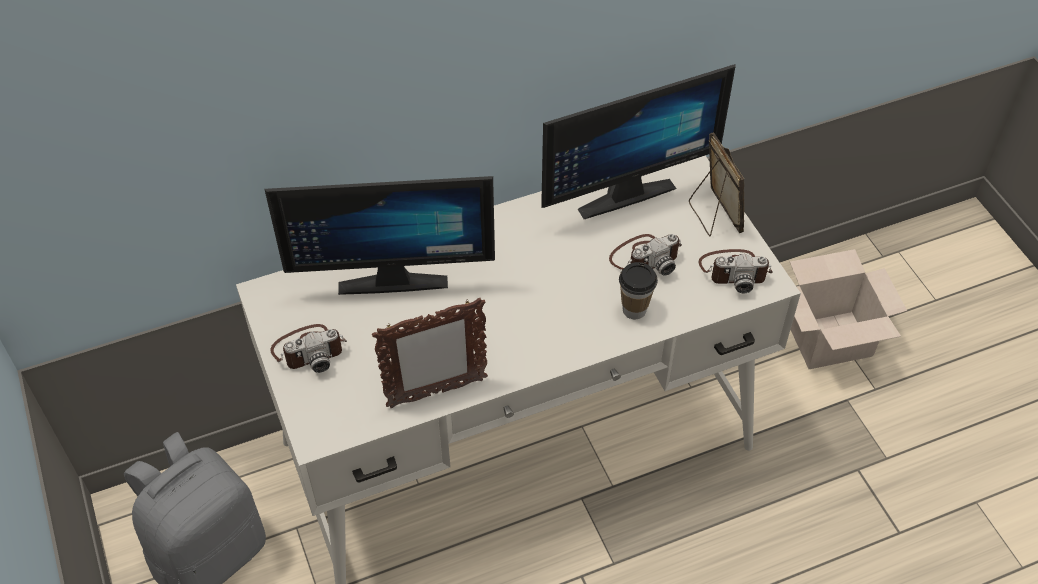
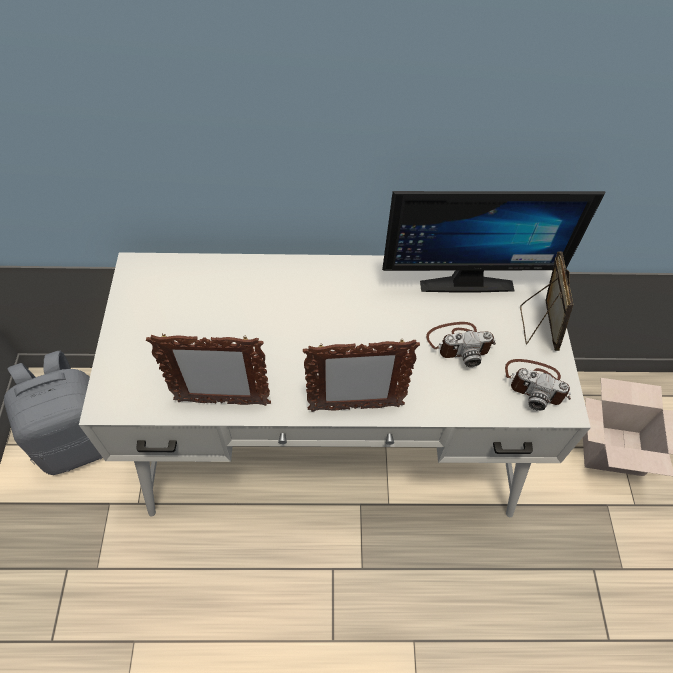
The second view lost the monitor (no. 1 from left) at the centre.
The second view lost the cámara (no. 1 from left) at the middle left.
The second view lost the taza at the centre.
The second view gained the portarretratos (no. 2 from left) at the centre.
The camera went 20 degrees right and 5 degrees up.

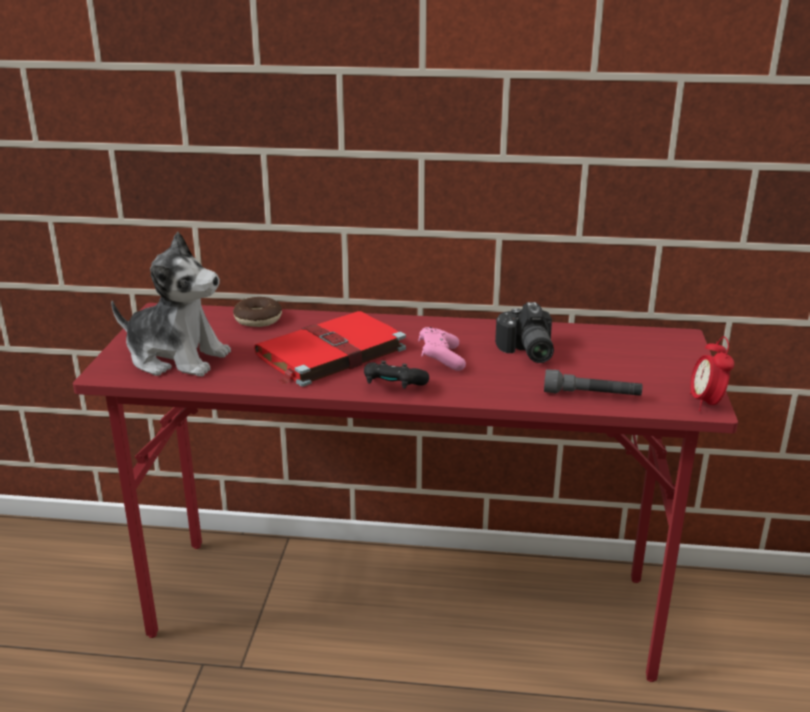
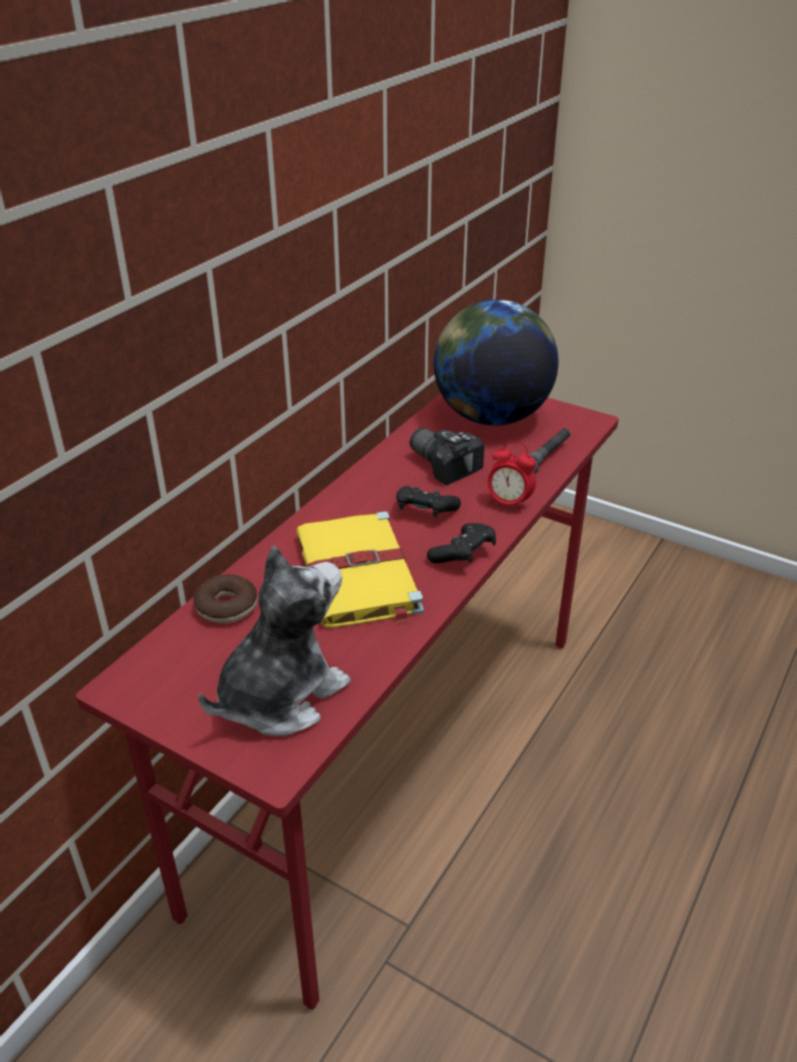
What was the libro [rojo] at the centre turned into the libro [amarillo] at the centre.
What was the mando de consola [rosa] at the centre turned into the mando de consola [negro] (no. 1 from left) at the centre.
The cámara at the centre ended up facing another way, 150 degrees counterclockwise from before.
The despertador ended up elsewhere, having gone from the middle right to the centre.
The second view gained the globo terráqueo at the centre.
The camera went 65 degrees left and 10 degrees up.

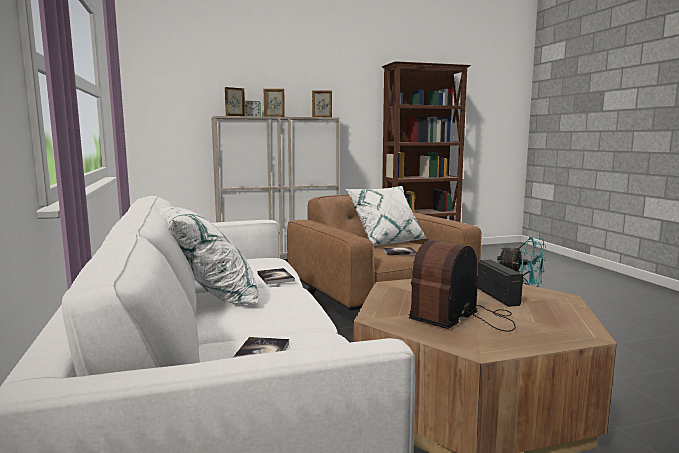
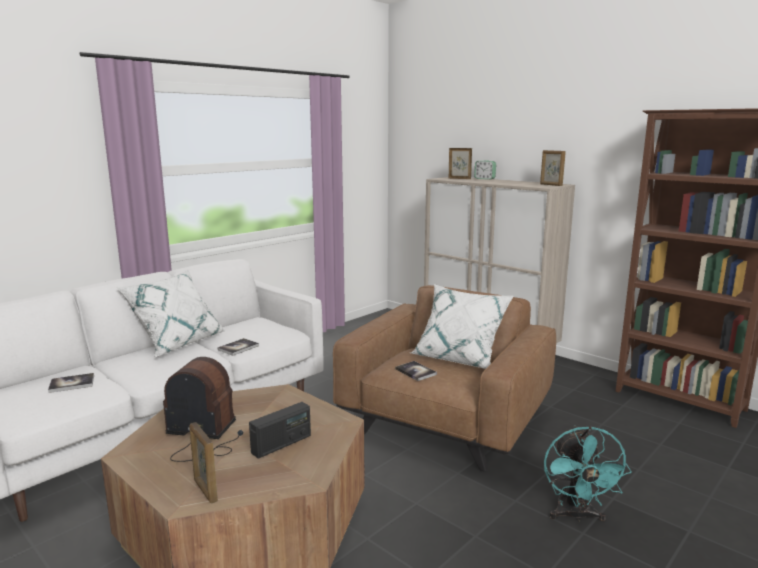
The portarretratos (no. 2 from left in the first image) ended up elsewhere, having gone from the top centre to the bottom left.
The camera went 60 degrees right and 5 degrees up.

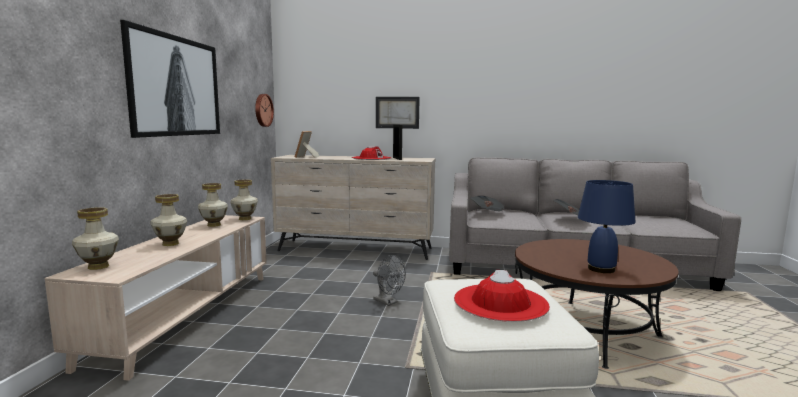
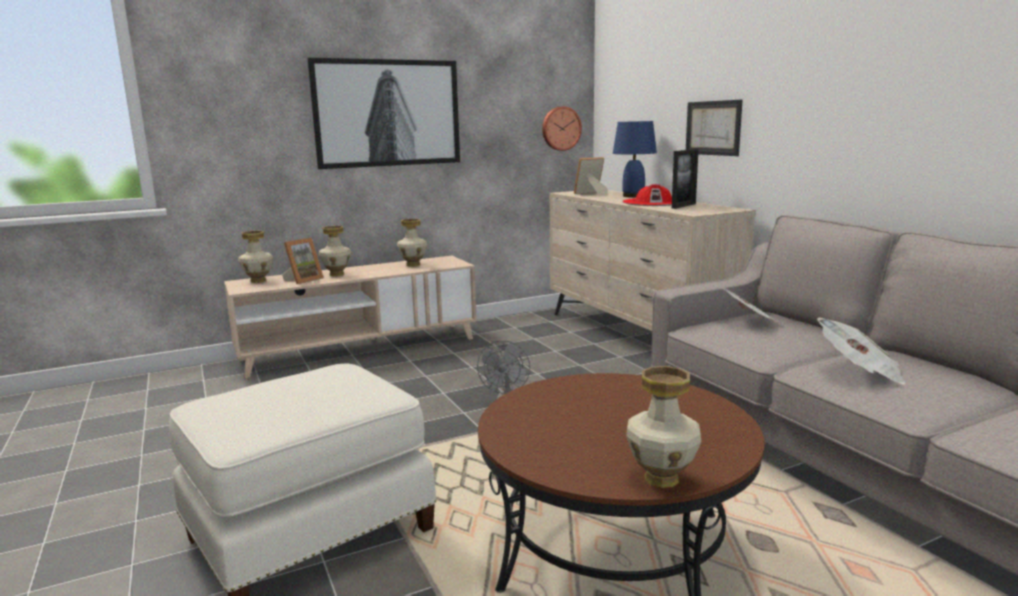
The florero (no. 4 from left) ended up elsewhere, having gone from the middle left to the bottom centre.
The second view lost the sombrero [rojo] (no. 2 from left) at the bottom centre.
The lámpara de mesa [azul] ended up elsewhere, having gone from the middle right to the top centre.
The second view gained the portarretratos (no. 1 from left) at the middle left.
The camera went 55 degrees right and 5 degrees up.

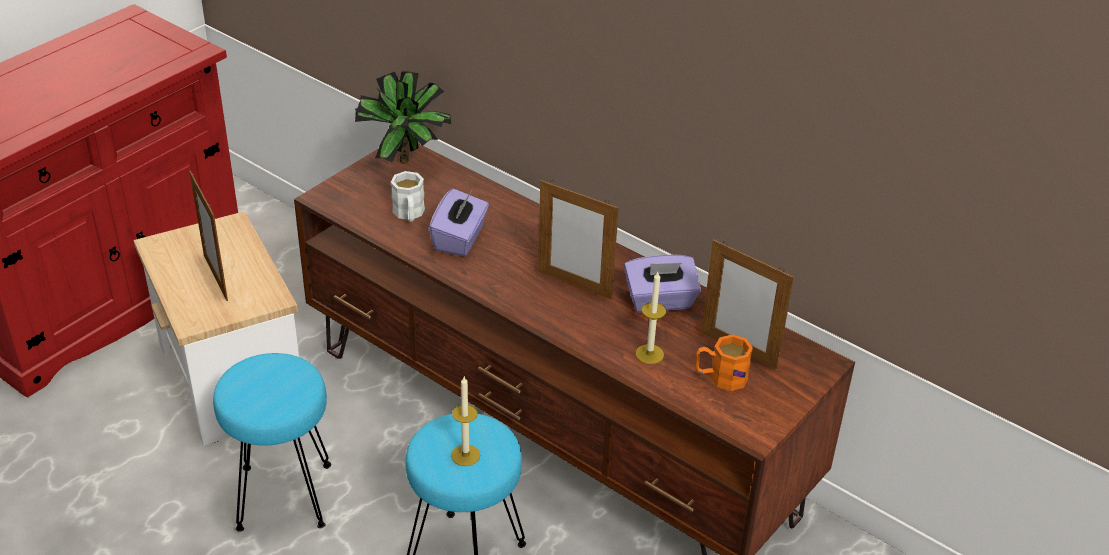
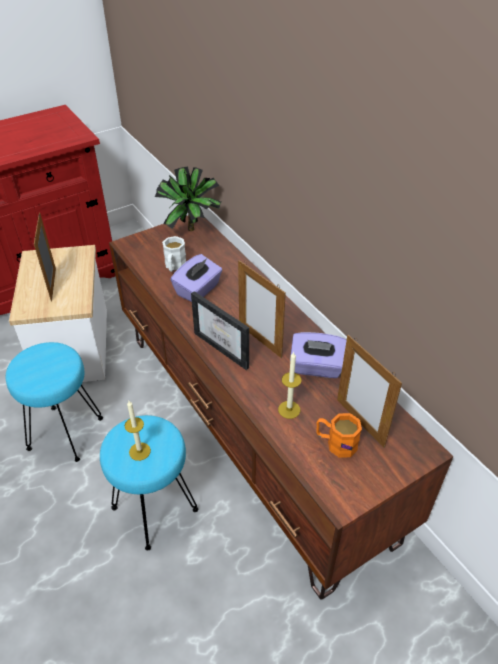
The second view gained the portarretratos (no. 2 from left) at the centre.
The camera went 20 degrees right and 5 degrees up.

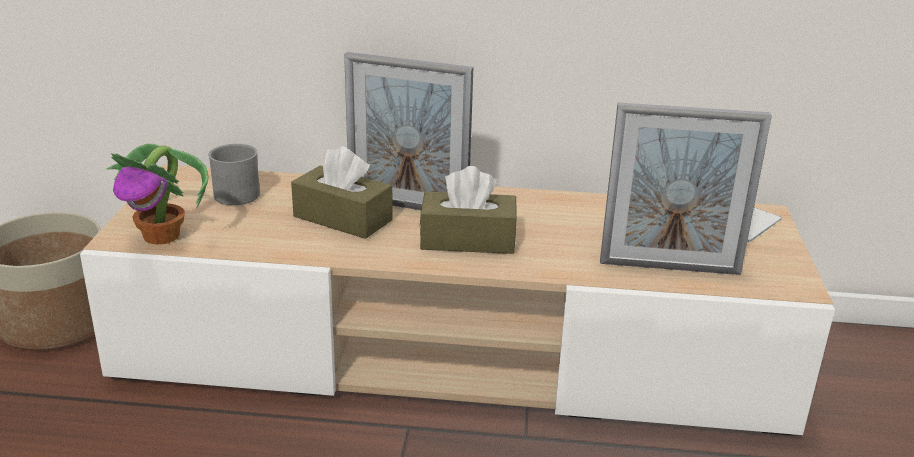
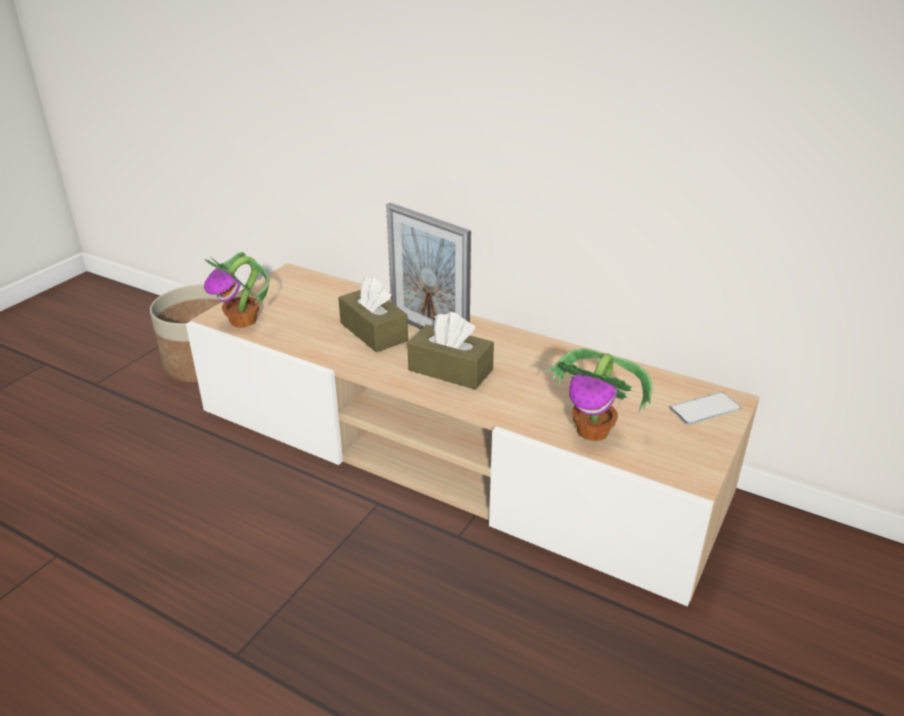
The second view lost the taza grande [gris] at the middle left.
Where the portarretratos (no. 2 from left) stood at the middle right, the planta en maceta (no. 2 from left) came to stand at the centre.
The camera went 25 degrees right and 5 degrees up.

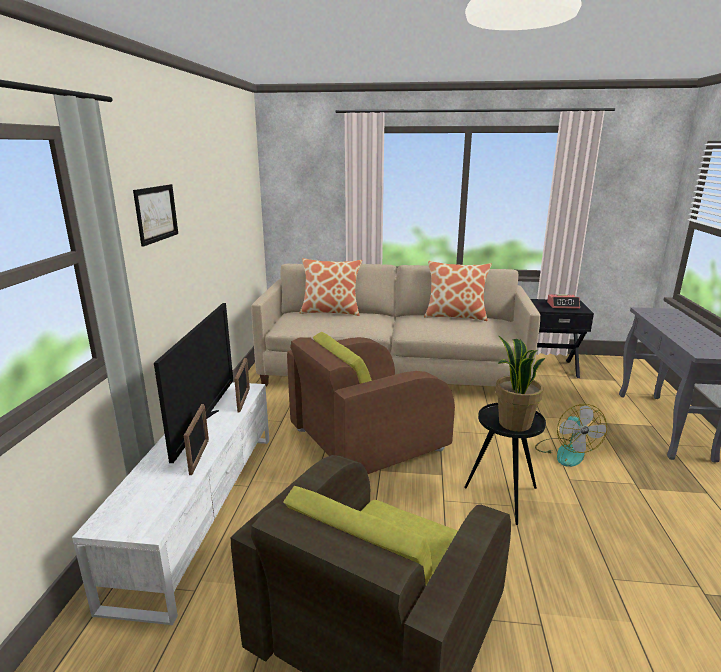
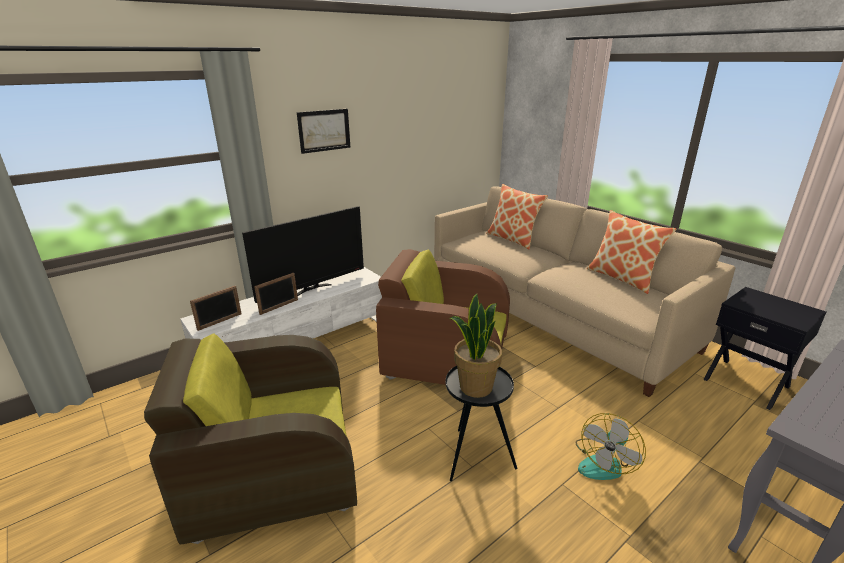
The portarretratos (no. 2 from left in the first image) ended up elsewhere, having gone from the centre to the middle left.
The second view lost the despertador at the middle right.
The camera went 45 degrees right and 5 degrees up.

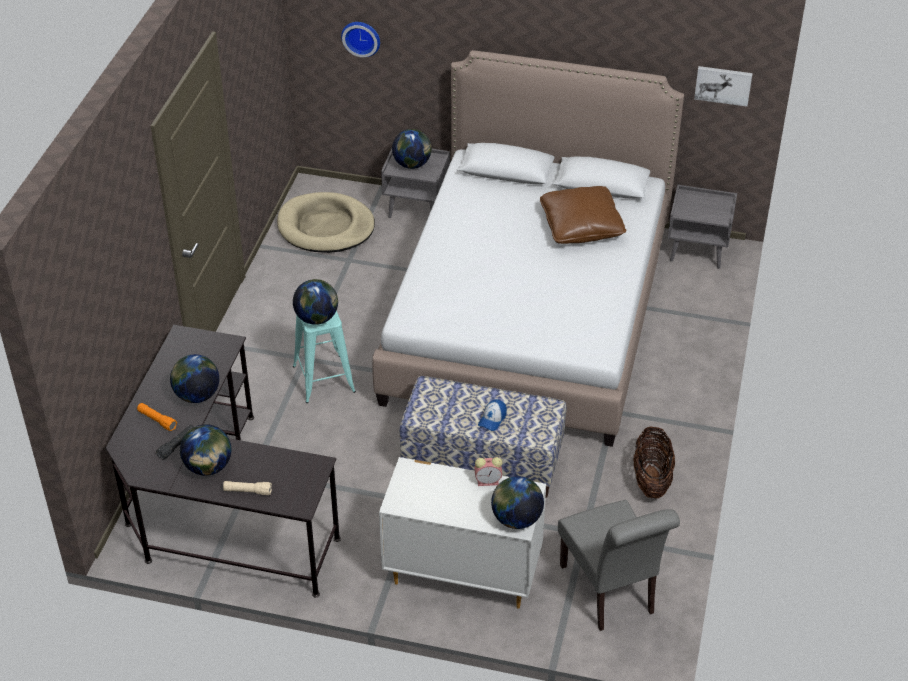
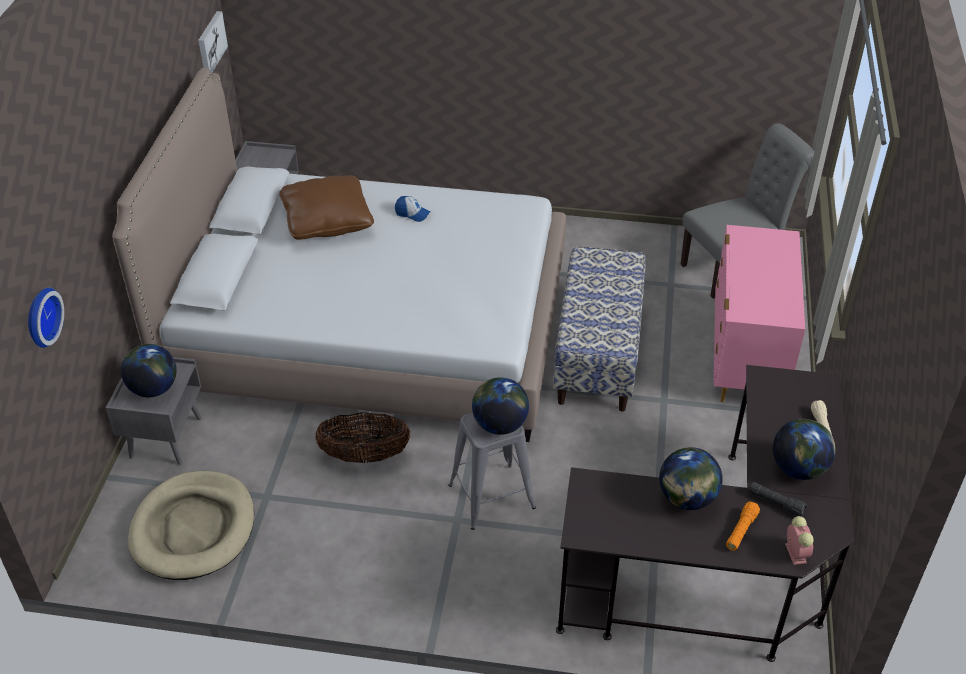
What was the taburete [turquesa] at the centre turned into the taburete [gris] at the bottom centre.
What was the cómoda [blanco] at the bottom centre turned into the cómoda [rosa] at the middle right.
The despertador ended up elsewhere, having gone from the bottom centre to the bottom right.
The gorra ended up elsewhere, having gone from the centre to the top centre.
The second view lost the globo terráqueo (no. 5 from left) at the bottom centre.
The cesta ended up elsewhere, having gone from the bottom right to the centre.
The camera went 95 degrees left and 0 degrees up.

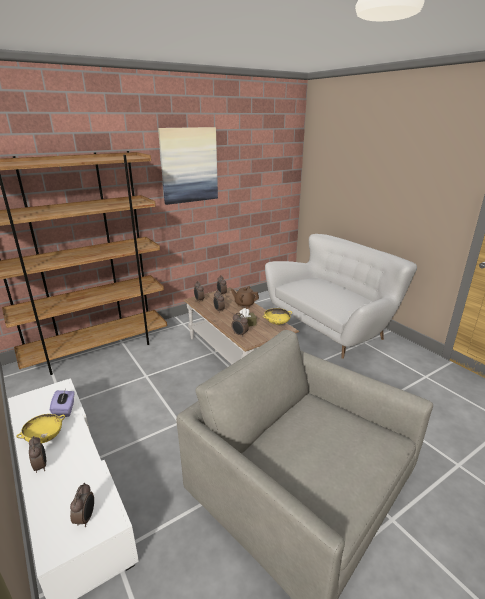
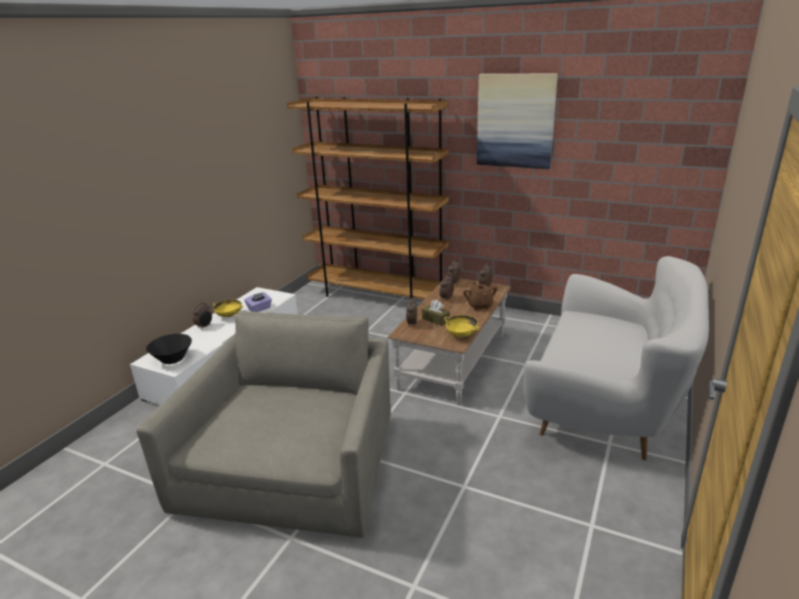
Where the despertador (no. 2 from left) stood at the bottom left, the cuenco [negro] came to stand at the middle left.
The camera went 60 degrees right and 0 degrees up.

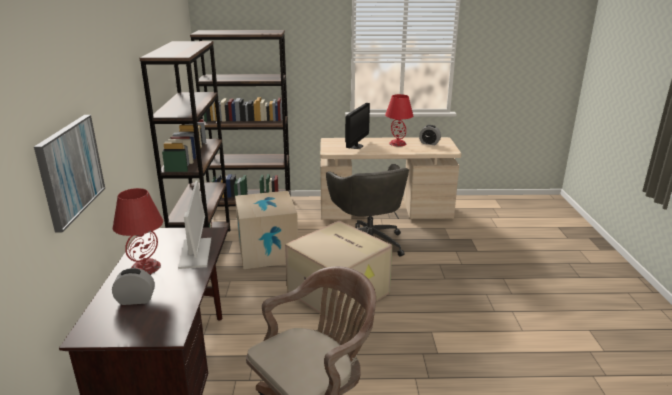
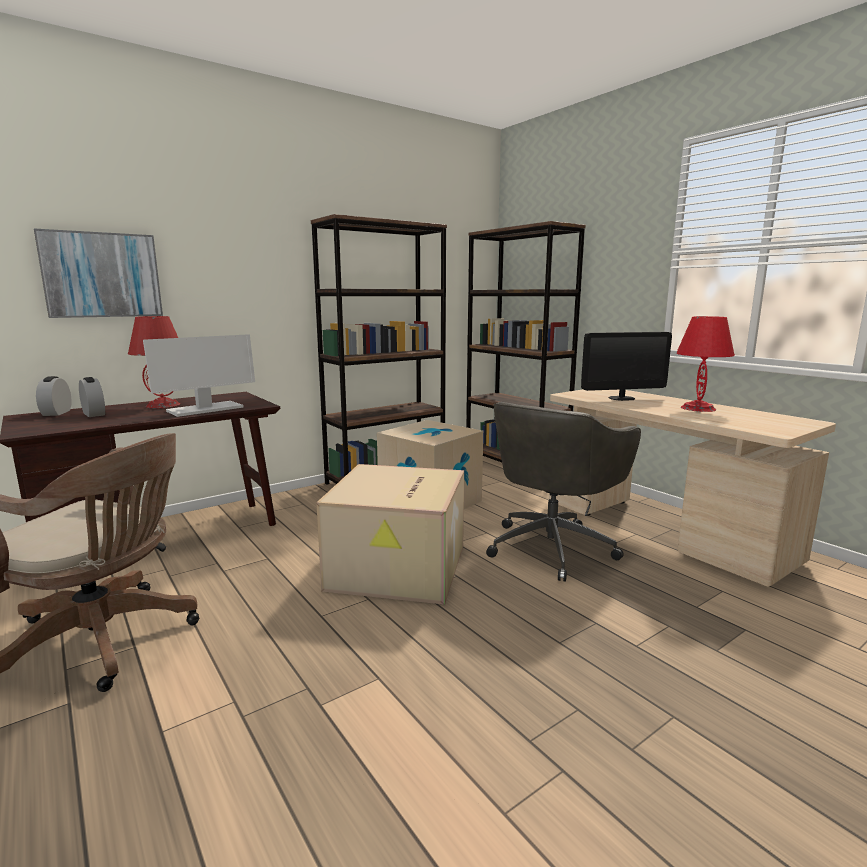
The despertador (no. 2 from left in the first image) ended up elsewhere, having gone from the centre to the middle left.
The camera went 55 degrees right and 10 degrees down.

